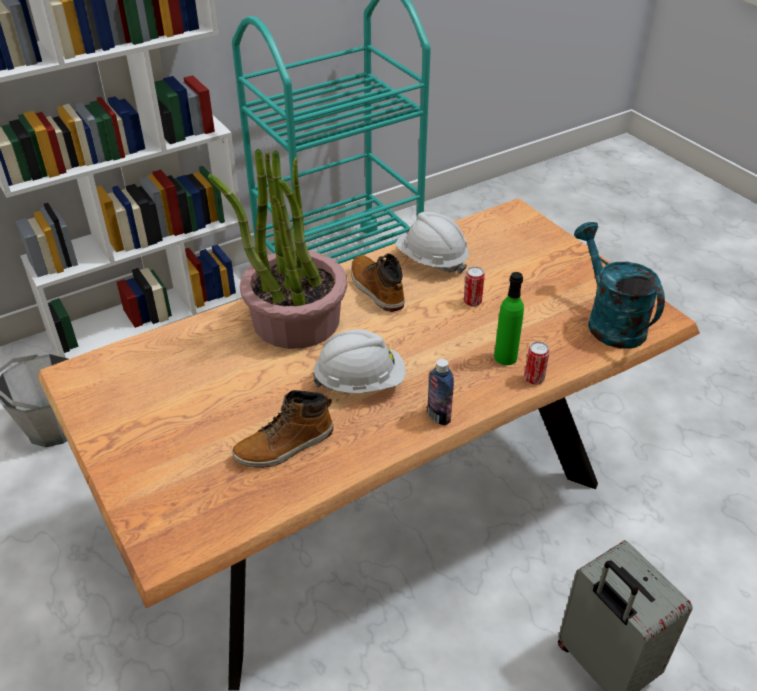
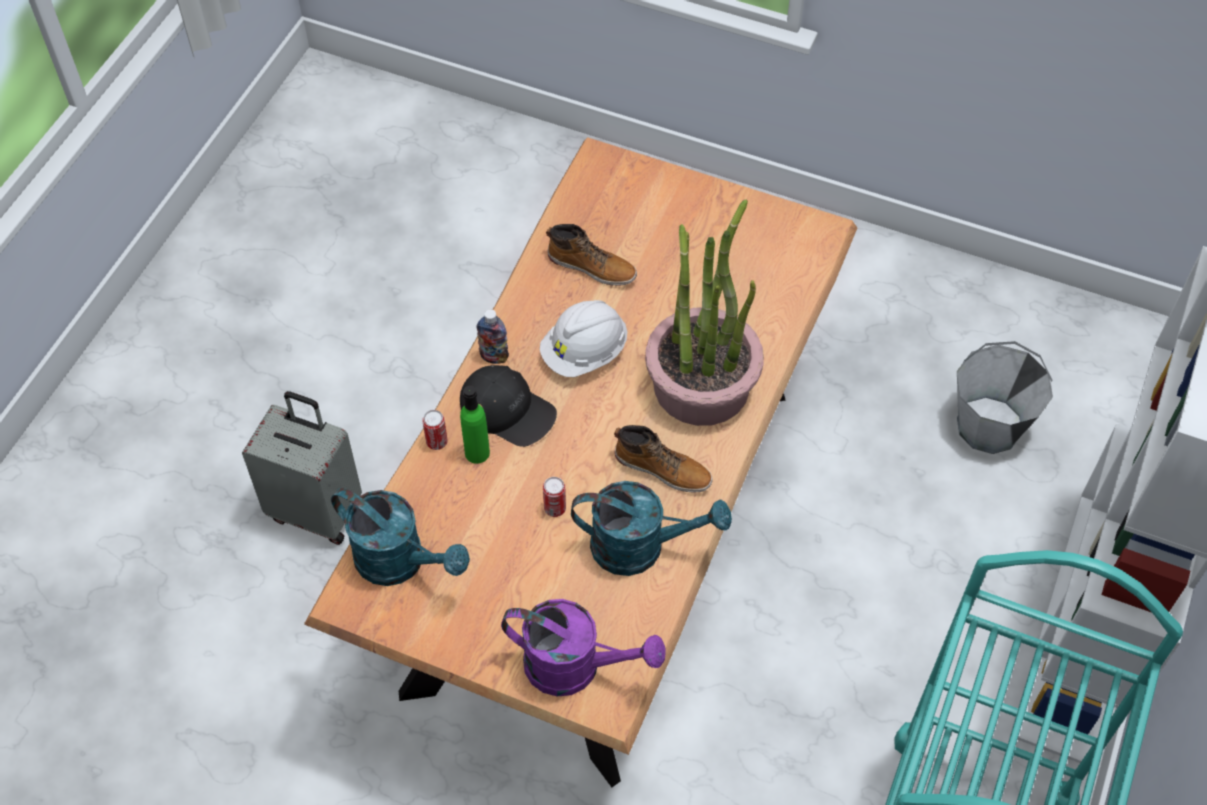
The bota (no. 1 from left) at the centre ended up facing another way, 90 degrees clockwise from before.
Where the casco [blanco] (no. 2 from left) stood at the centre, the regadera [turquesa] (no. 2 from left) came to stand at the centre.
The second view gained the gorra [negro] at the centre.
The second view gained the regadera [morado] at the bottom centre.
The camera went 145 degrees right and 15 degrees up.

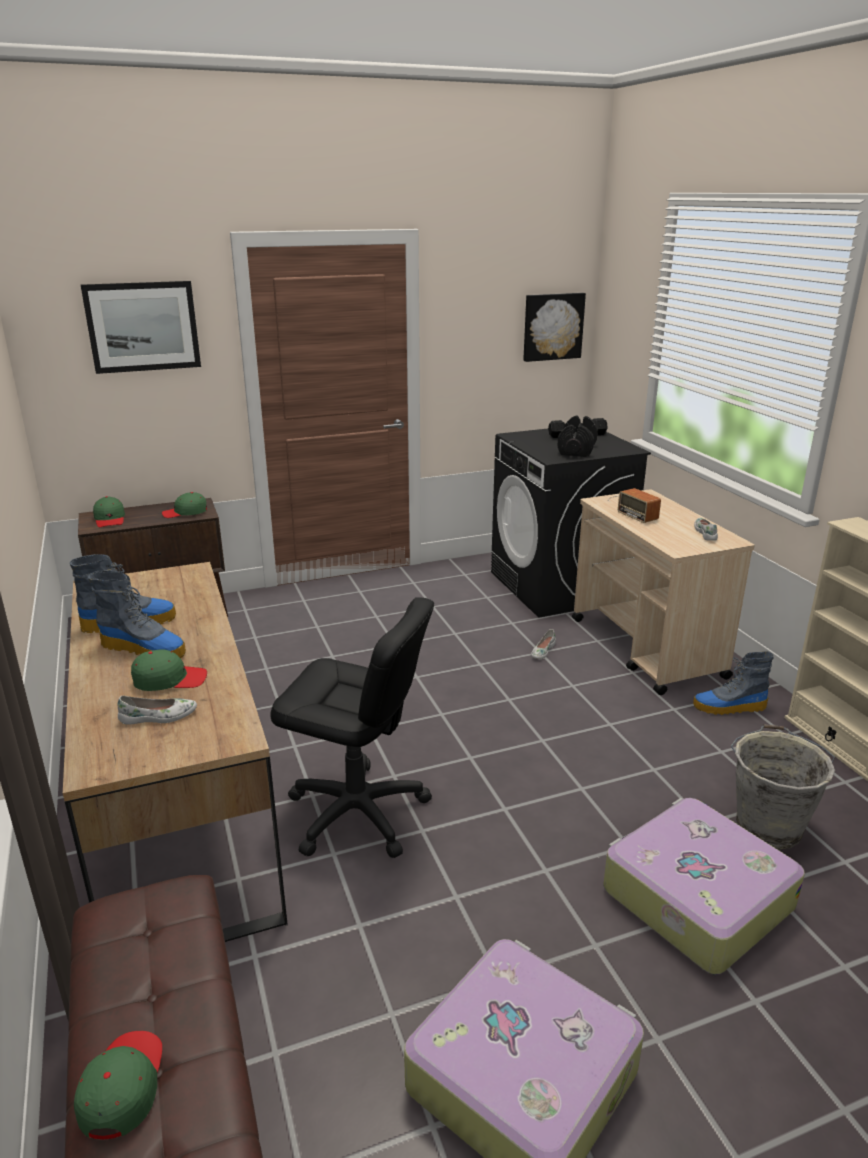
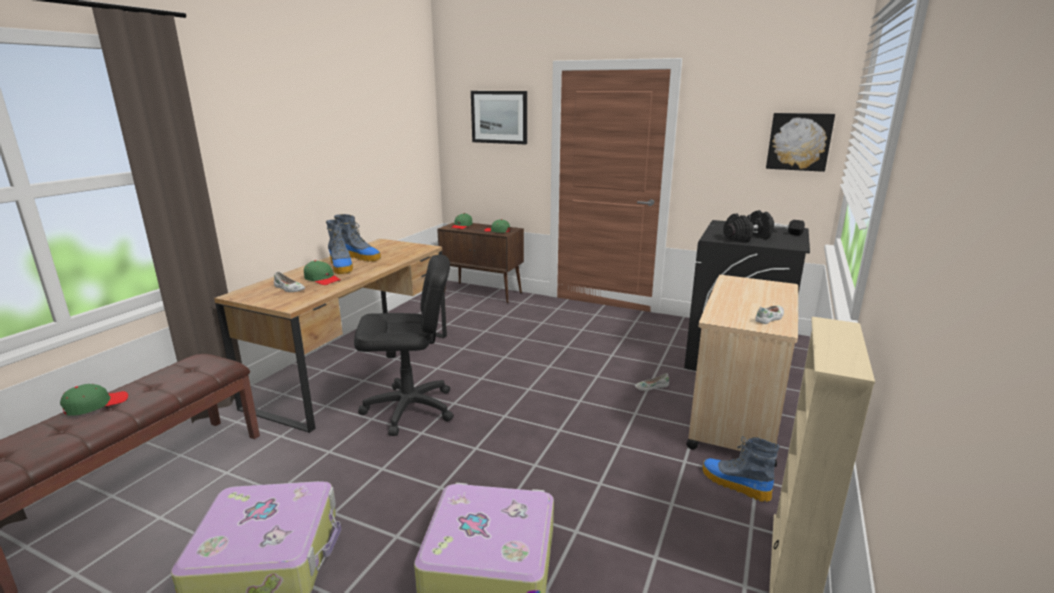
The silla de oficina [negro] at the centre ended up facing another way, 75 degrees counterclockwise from before.
The second view lost the radio at the middle right.
The second view lost the cubo [gris] at the bottom right.
The camera went 45 degrees right and 5 degrees down.

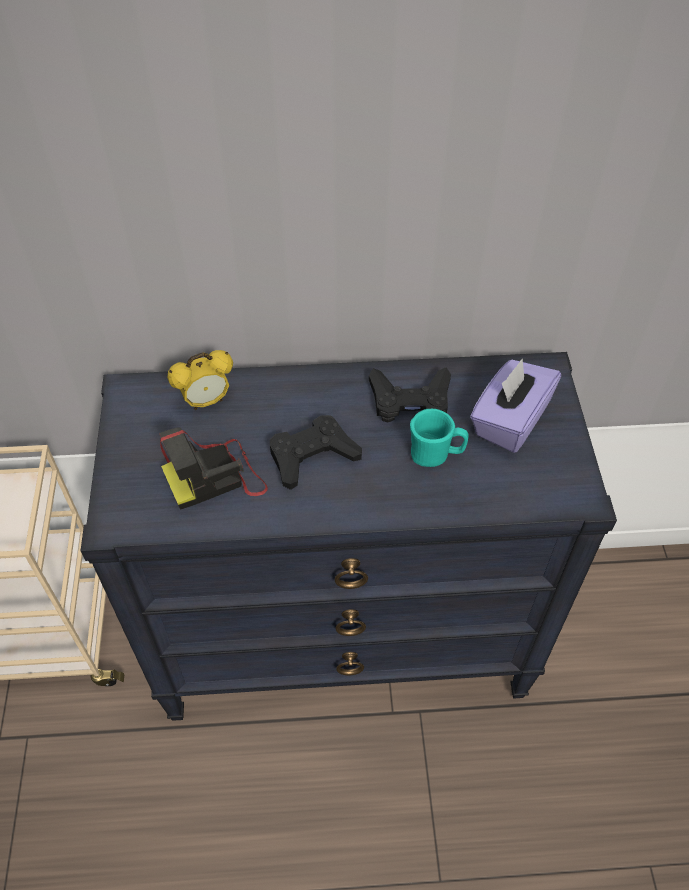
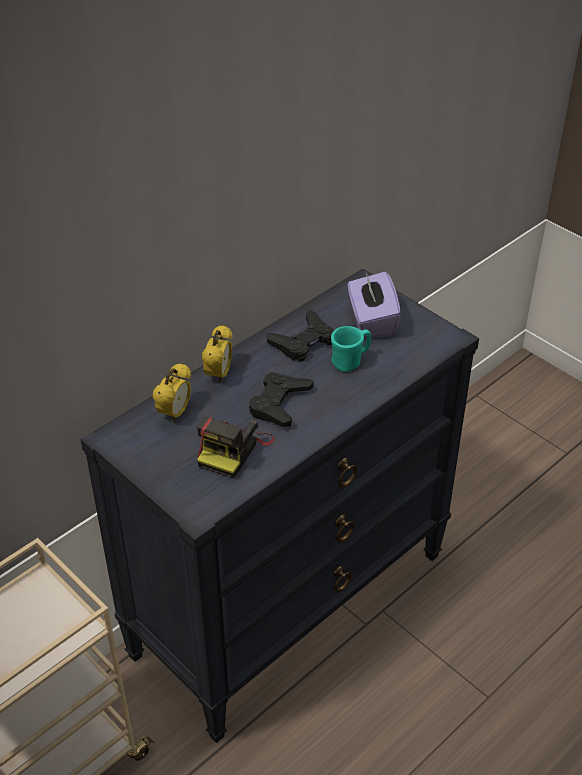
The second view gained the despertador (no. 2 from left) at the centre.
The camera went 40 degrees left and 10 degrees down.

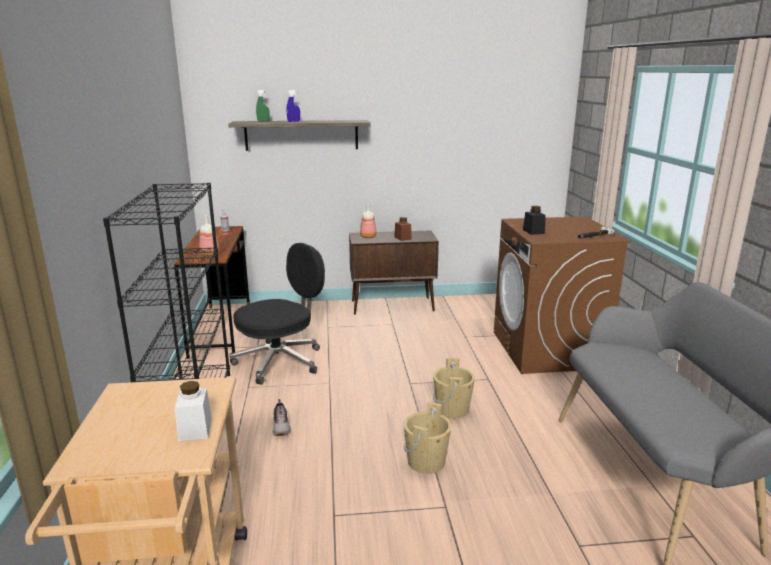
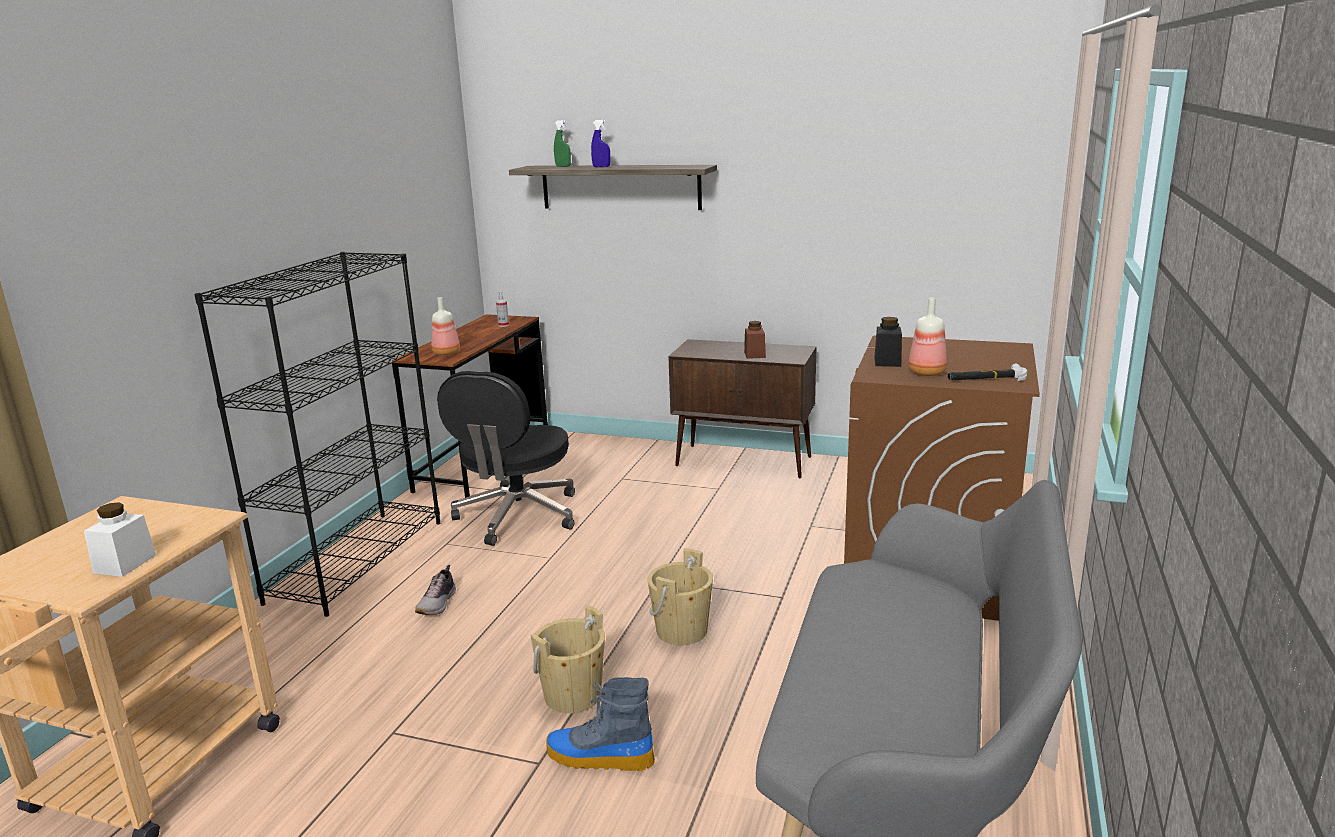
The silla de oficina [negro] at the centre ended up facing another way, 120 degrees clockwise from before.
The botella (no. 2 from left) ended up elsewhere, having gone from the centre to the middle right.
The second view gained the bota at the bottom centre.
The camera went 25 degrees right and 0 degrees up.

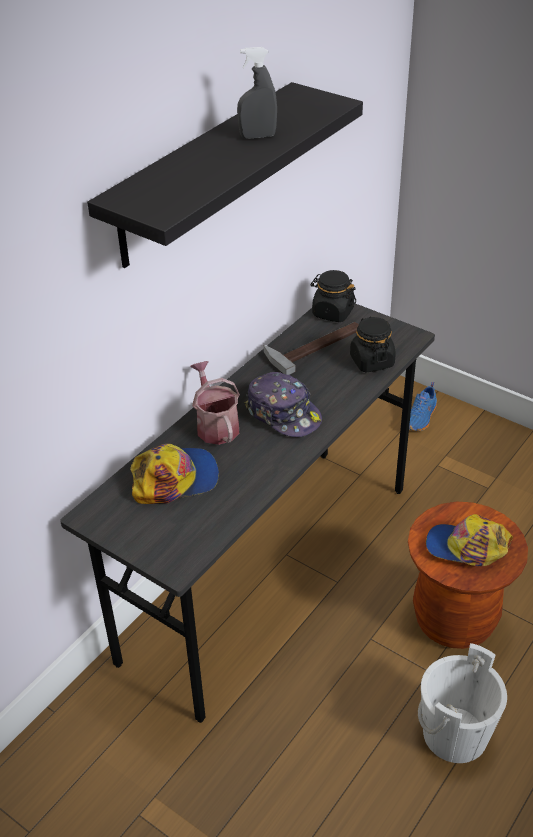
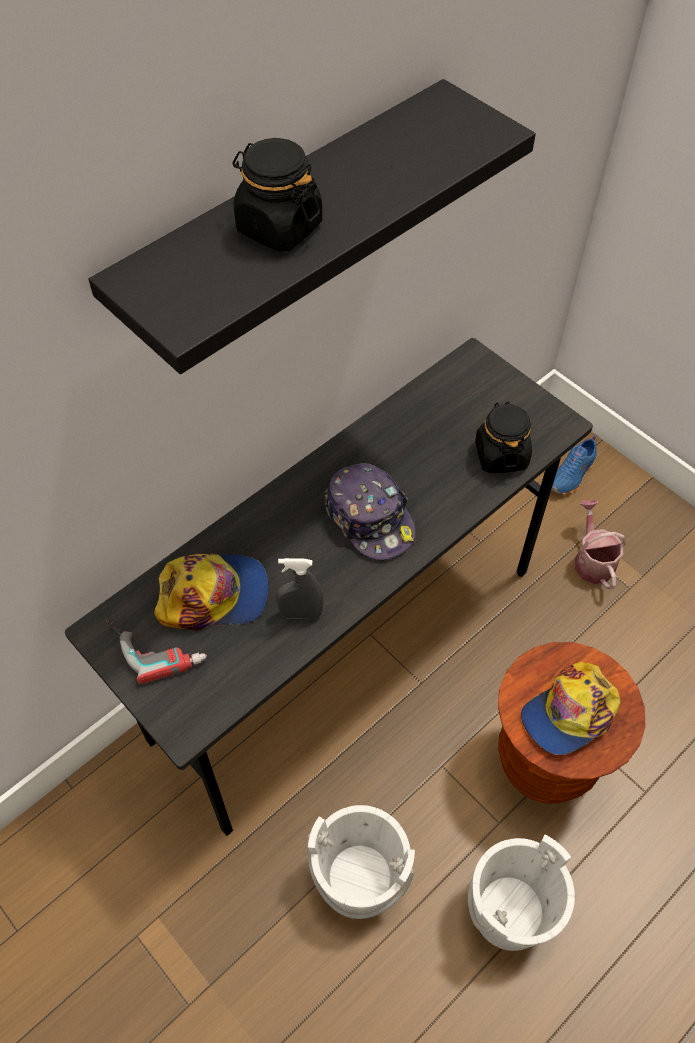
The regadera ended up elsewhere, having gone from the centre to the middle right.
The pulverizador [gris] ended up elsewhere, having gone from the top centre to the centre.
The second view lost the martillo at the centre.
The tarro [negro] (no. 1 from left) ended up elsewhere, having gone from the centre to the top centre.
The gorra (no. 3 from left) at the middle right ended up facing another way, 60 degrees counterclockwise from before.
The second view gained the taladro at the middle left.
The second view gained the cubo [blanco] (no. 1 from left) at the bottom centre.
The camera went 10 degrees right and 15 degrees up.

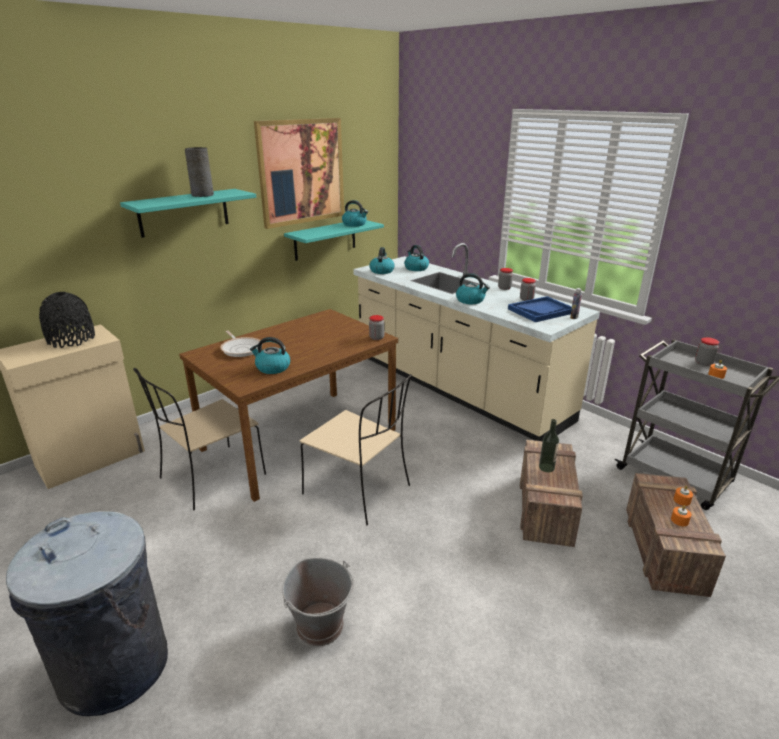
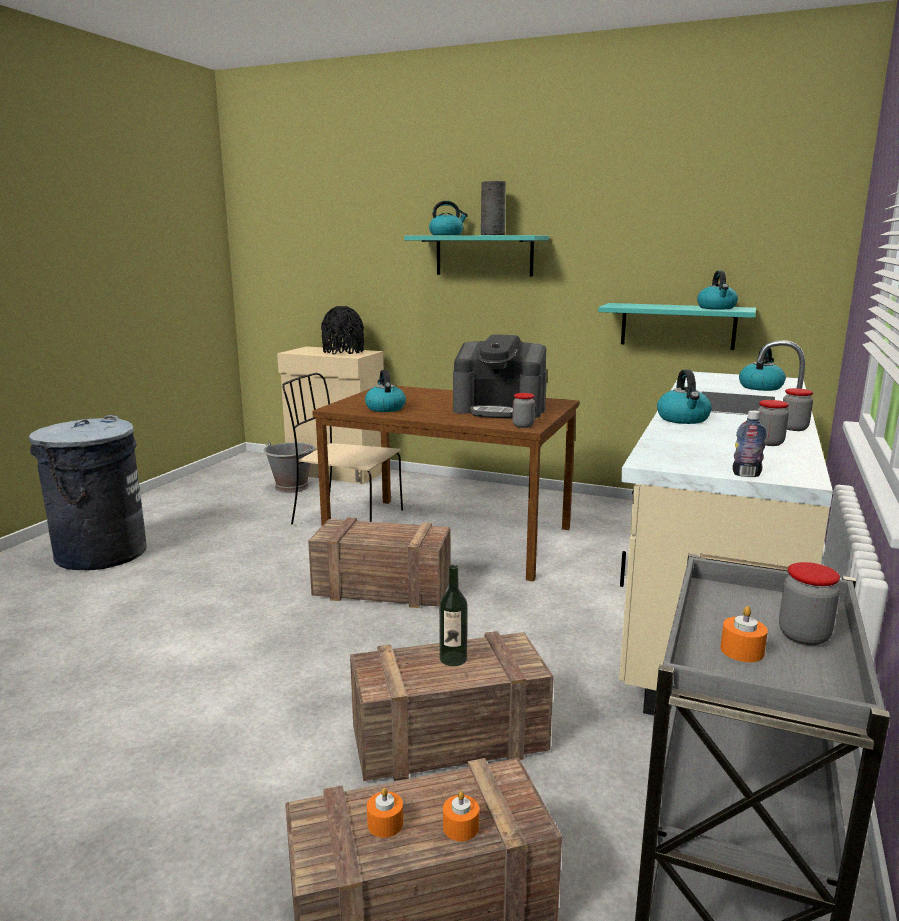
The second view lost the sartén at the middle left.
The second view lost the cuadro at the top centre.
The cubo [gris] ended up elsewhere, having gone from the bottom centre to the middle left.
Where the silla [beis] (no. 2 from left) stood at the centre, the caja de embalaje (no. 1 from left) came to stand at the centre.
The hervidor (no. 3 from left in the first image) ended up elsewhere, having gone from the centre to the top centre.
The second view lost the bandeja [azul] at the middle right.
The second view gained the cafetera at the centre.
The camera went 65 degrees right and 10 degrees down.

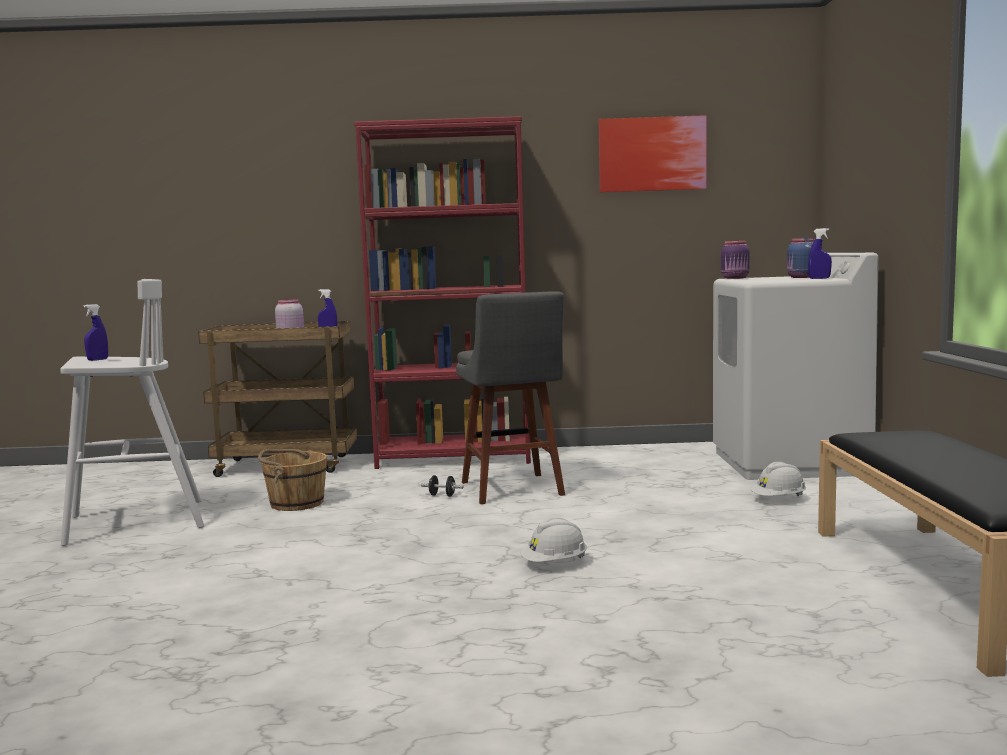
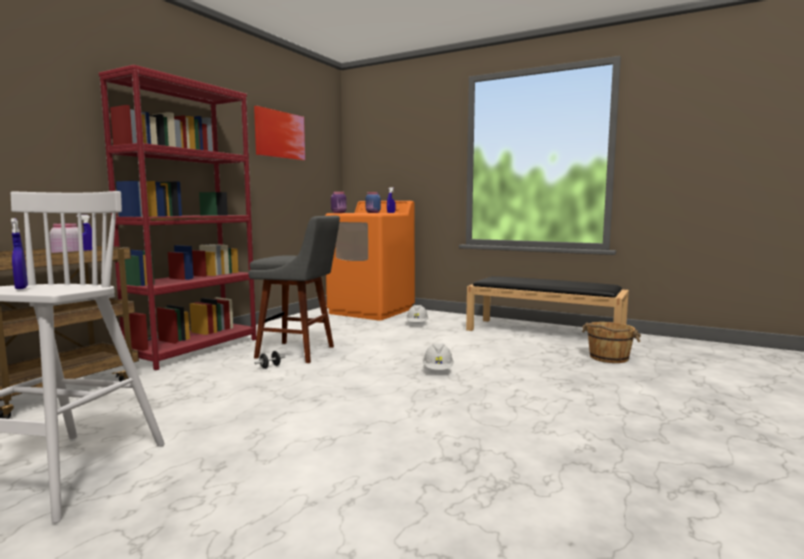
The cubo [marrón] ended up elsewhere, having gone from the middle left to the middle right.
What was the lavadora [blanco] at the middle right turned into the lavadora [naranja] at the centre.
The camera went 60 degrees left and 0 degrees up.

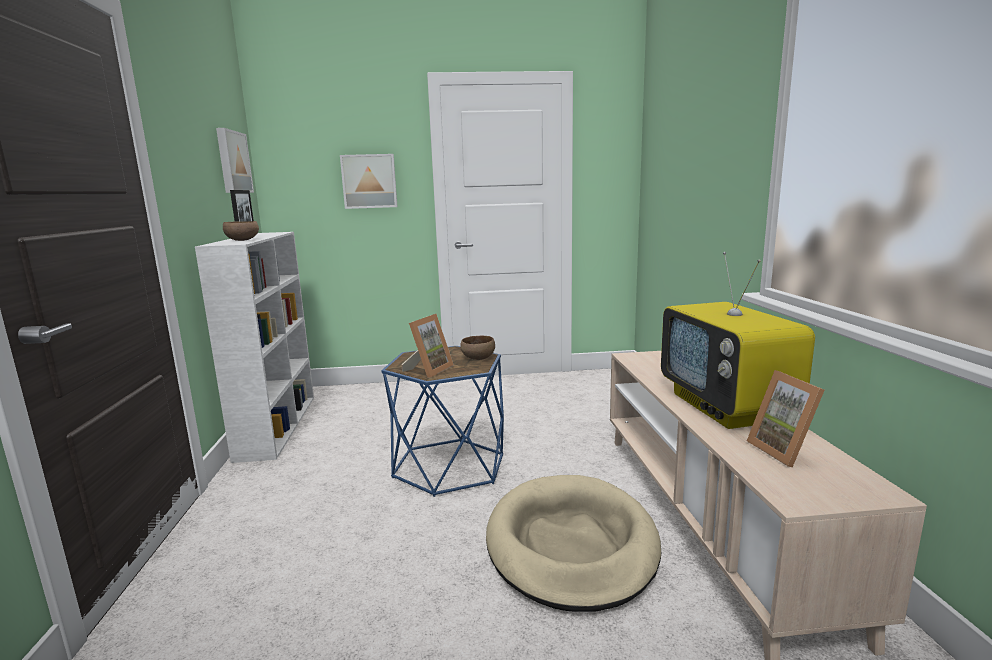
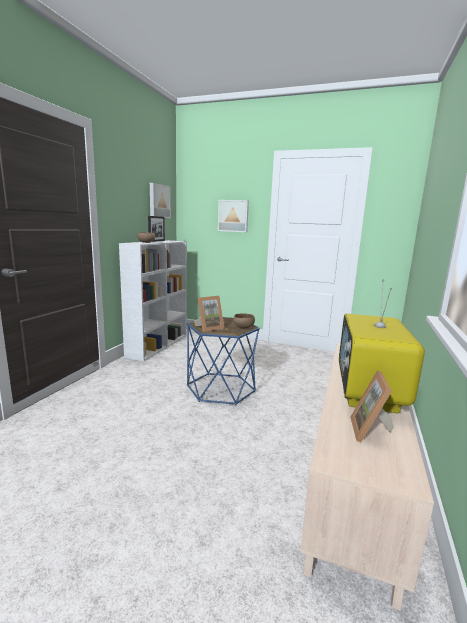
The second view lost the cama para perro [beis] at the bottom centre.
The camera went 25 degrees right and 0 degrees up.

